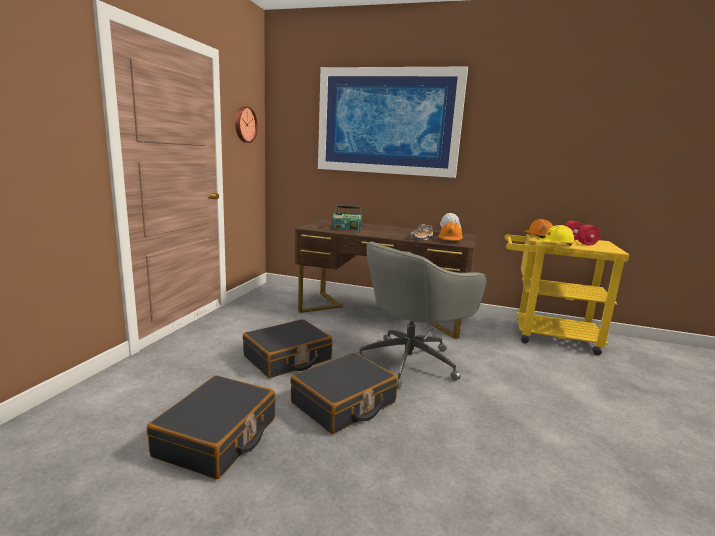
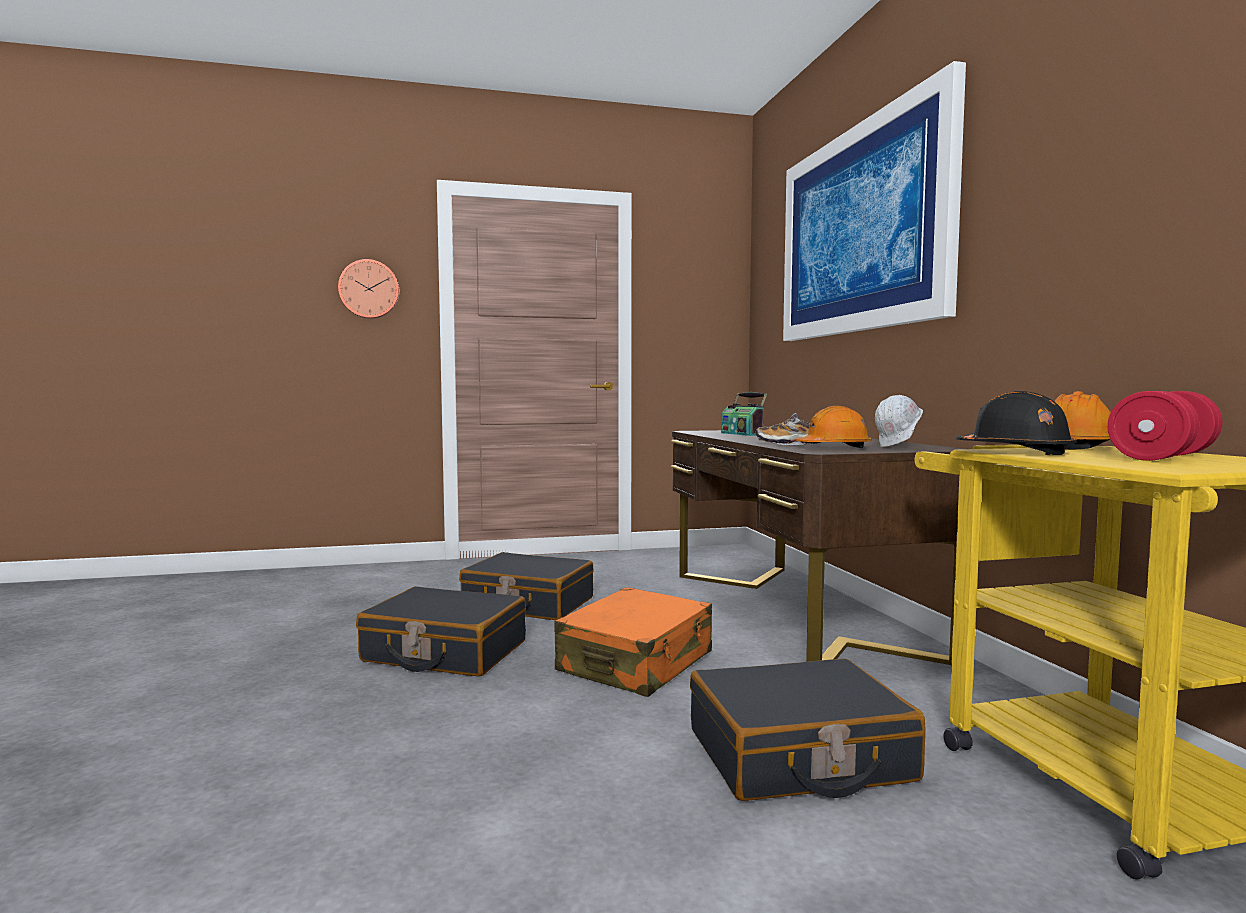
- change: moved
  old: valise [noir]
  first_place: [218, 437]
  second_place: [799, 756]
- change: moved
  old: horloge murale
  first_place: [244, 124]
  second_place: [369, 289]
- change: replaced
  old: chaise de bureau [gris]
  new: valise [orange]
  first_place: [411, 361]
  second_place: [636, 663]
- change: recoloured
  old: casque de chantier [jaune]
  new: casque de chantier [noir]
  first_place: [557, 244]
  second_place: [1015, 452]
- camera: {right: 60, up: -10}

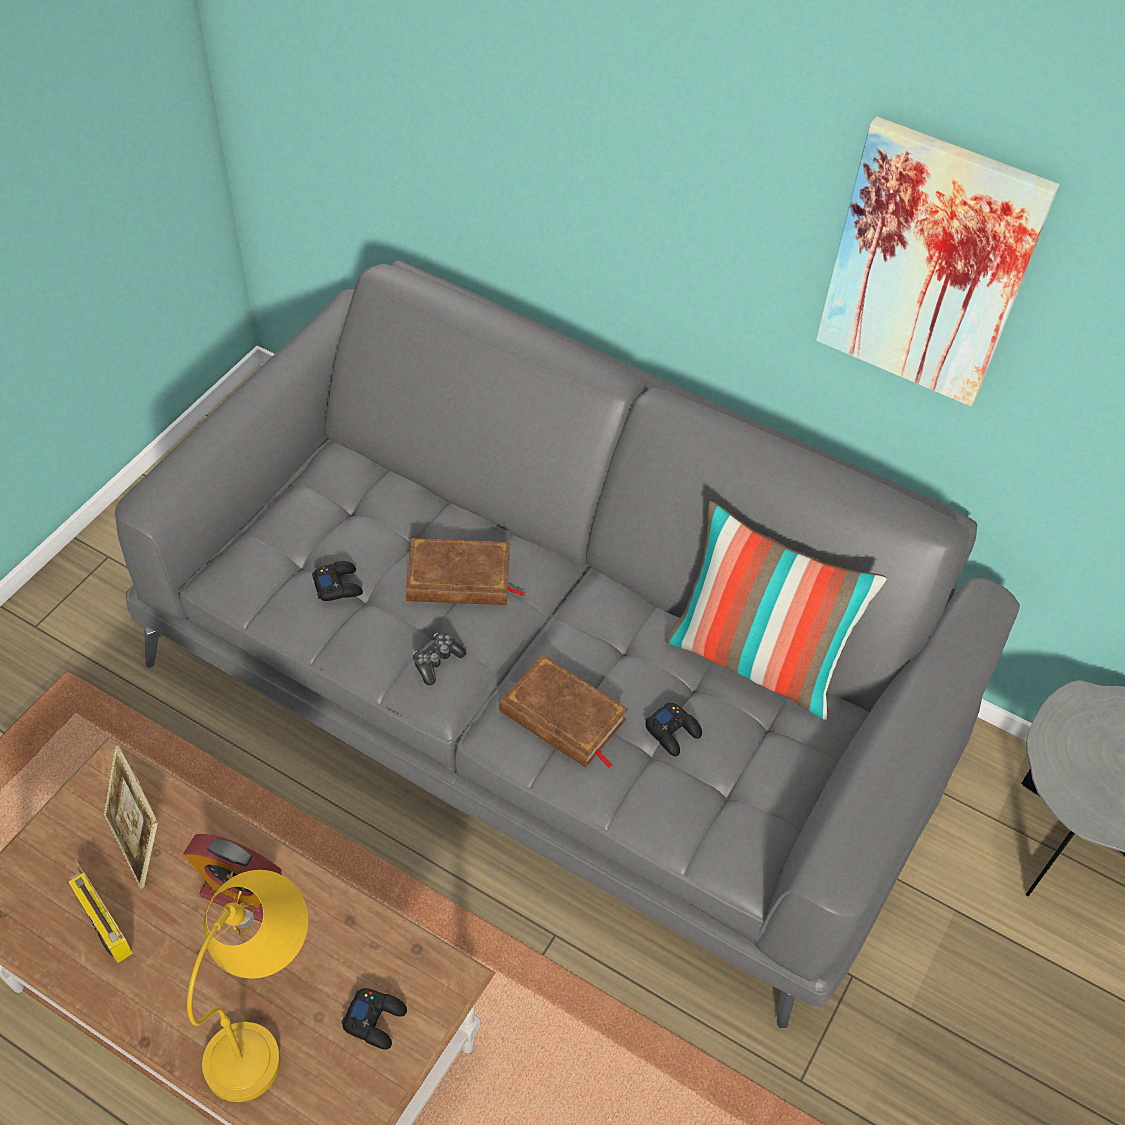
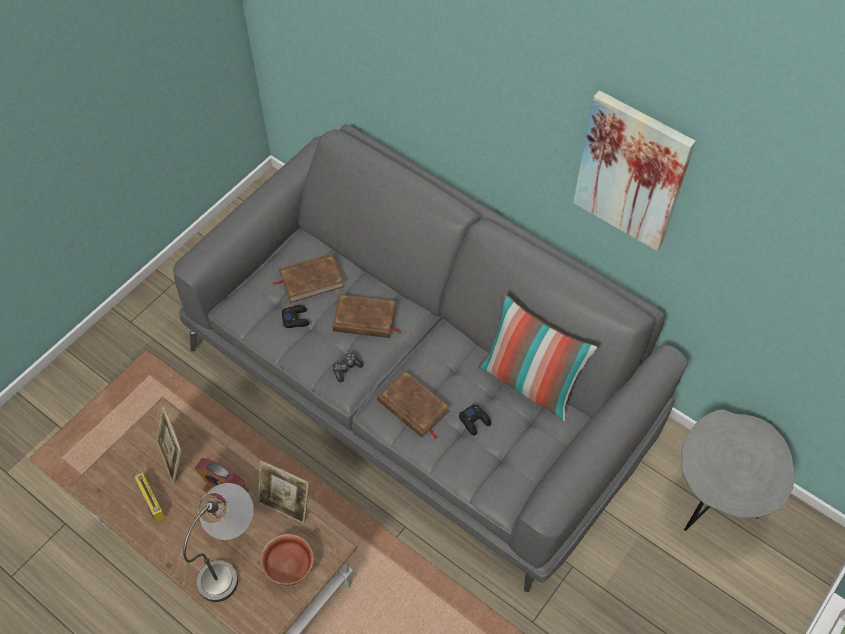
- change: recoloured
  old: lampe de table [jaune]
  new: lampe de table [gris]
  first_place: [262, 1013]
  second_place: [231, 557]
- change: replaced
  old: manette [noir]
  new: bol
  first_place: [375, 1020]
  second_place: [290, 566]
- change: added
  new: cadre photo
  second_place: [286, 504]
- change: added
  new: livre [marron]
  second_place: [311, 280]
- camera: {right: 10, up: 5}

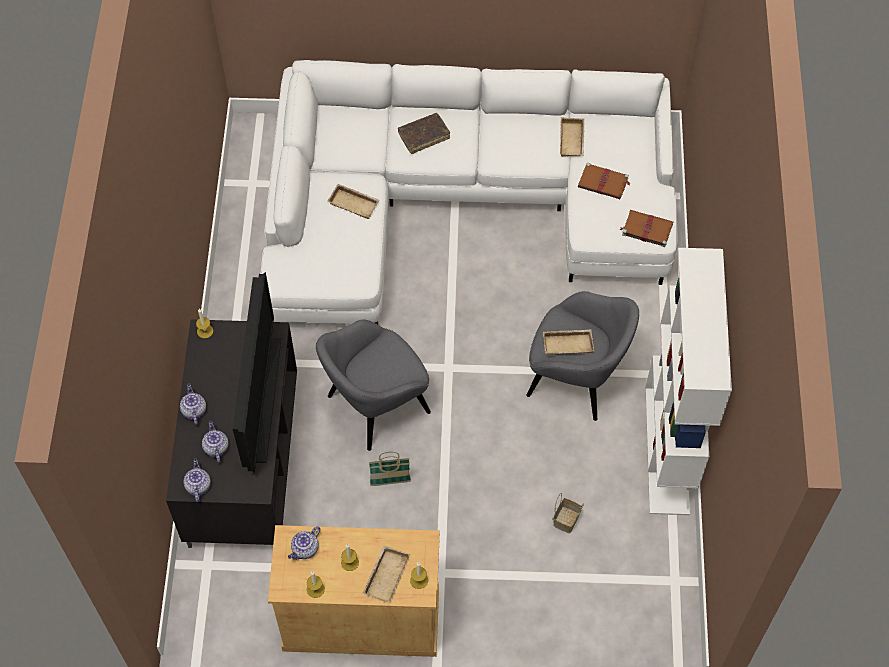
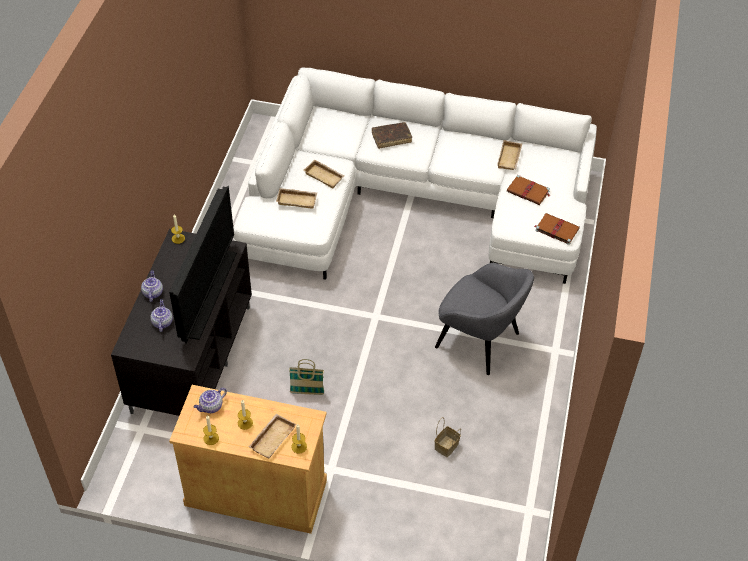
- change: removed
  old: théière
  first_place: [198, 485]
- change: removed
  old: fauteuil [gris]
  first_place: [376, 405]
- change: moved
  old: plateau [beige]
  first_place: [568, 343]
  second_place: [297, 200]
- change: removed
  old: bibliothèque [blanc]
  first_place: [667, 450]
- camera: {right: 10, up: -10}

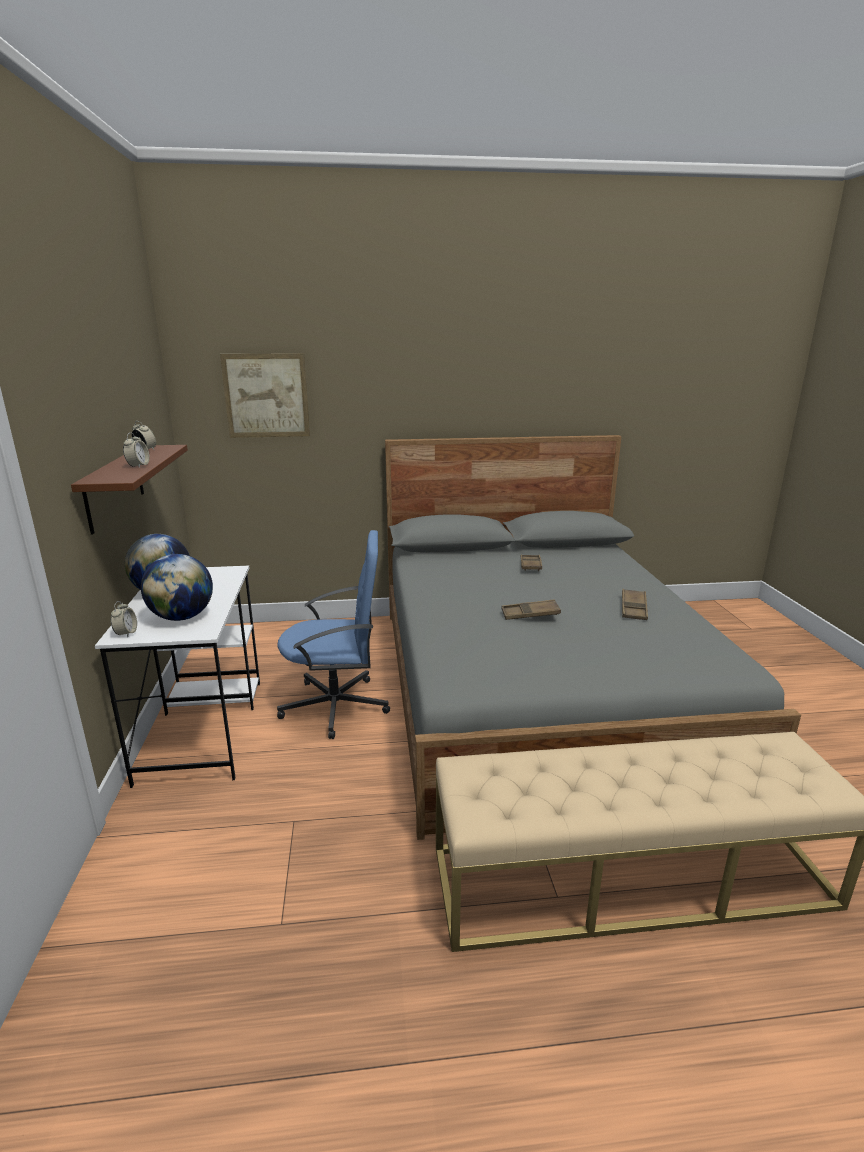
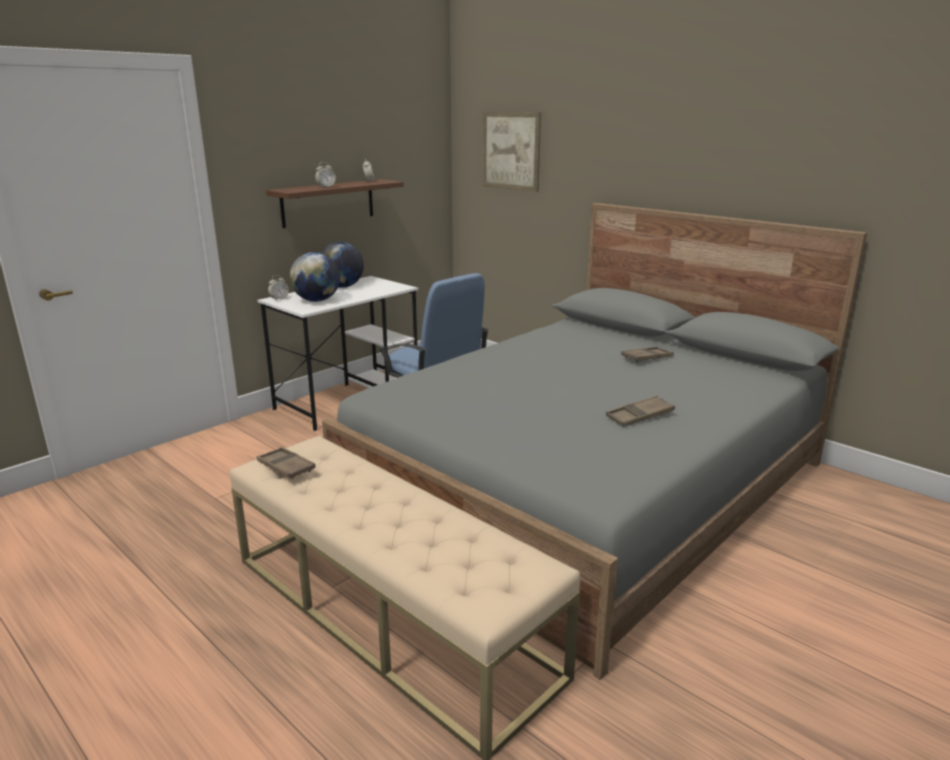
- change: moved
  old: plateau [marron]
  first_place: [530, 614]
  second_place: [286, 467]
- camera: {right: 50, up: 0}

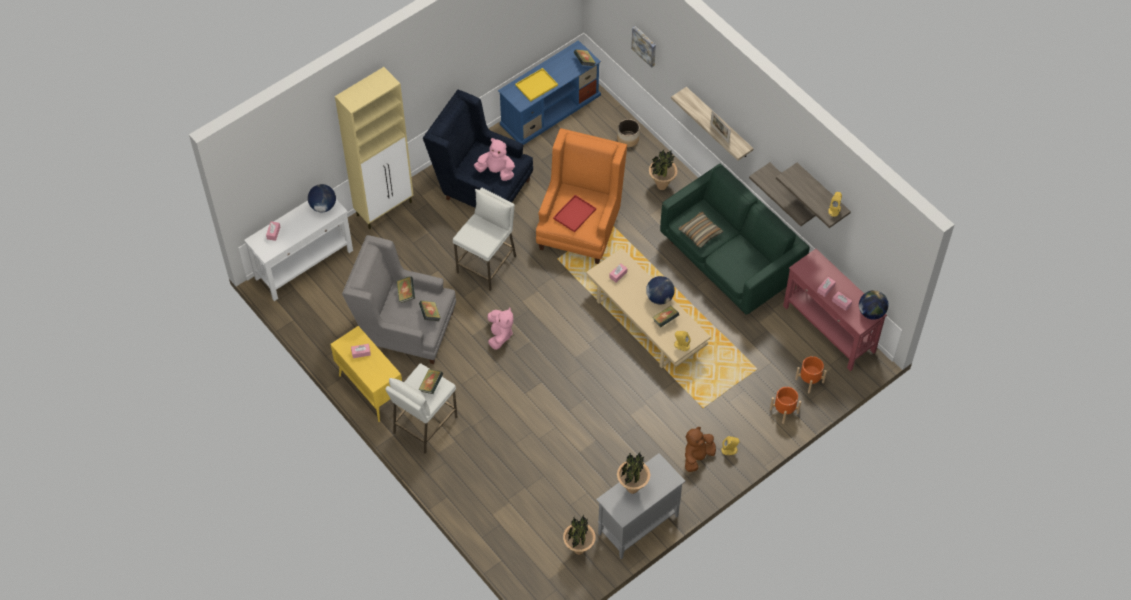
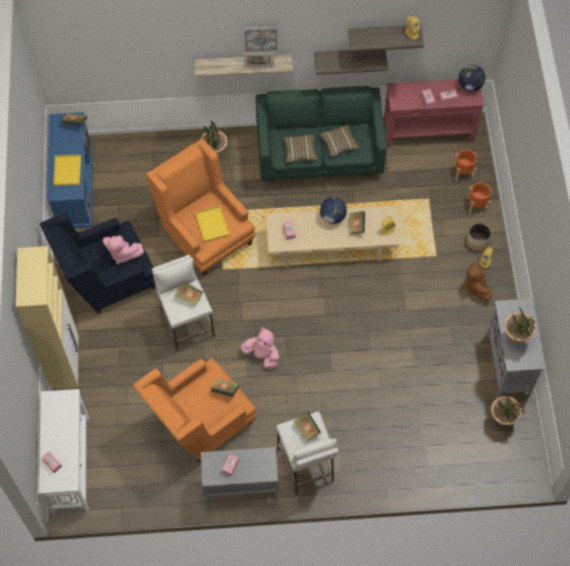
- change: removed
  old: globe
  first_place: [323, 206]
- change: recoloured
  old: meuble de rangement [jaune]
  new: meuble de rangement [gris]
  first_place: [370, 390]
  second_place: [240, 487]
- change: recoloured
  old: fauteuil [gris]
  new: fauteuil [orange]
  first_place: [404, 328]
  second_place: [199, 424]
- change: moved
  old: livre
  first_place: [406, 293]
  second_place: [189, 297]
- change: turned
  old: peluche [rose]
  first_place: [496, 171]
  second_place: [122, 254]
  degrees: -120
- change: recoloured
  old: plateau [rouge]
  new: plateau [jaune]
  first_place: [574, 214]
  second_place: [213, 224]
- change: moved
  old: cache-pot
  first_place: [628, 139]
  second_place: [477, 242]
- change: moved
  old: tableau
  first_place: [645, 45]
  second_place: [260, 37]
- change: added
  new: coussin
  second_place: [339, 143]
- camera: {right: -55, up: 5}

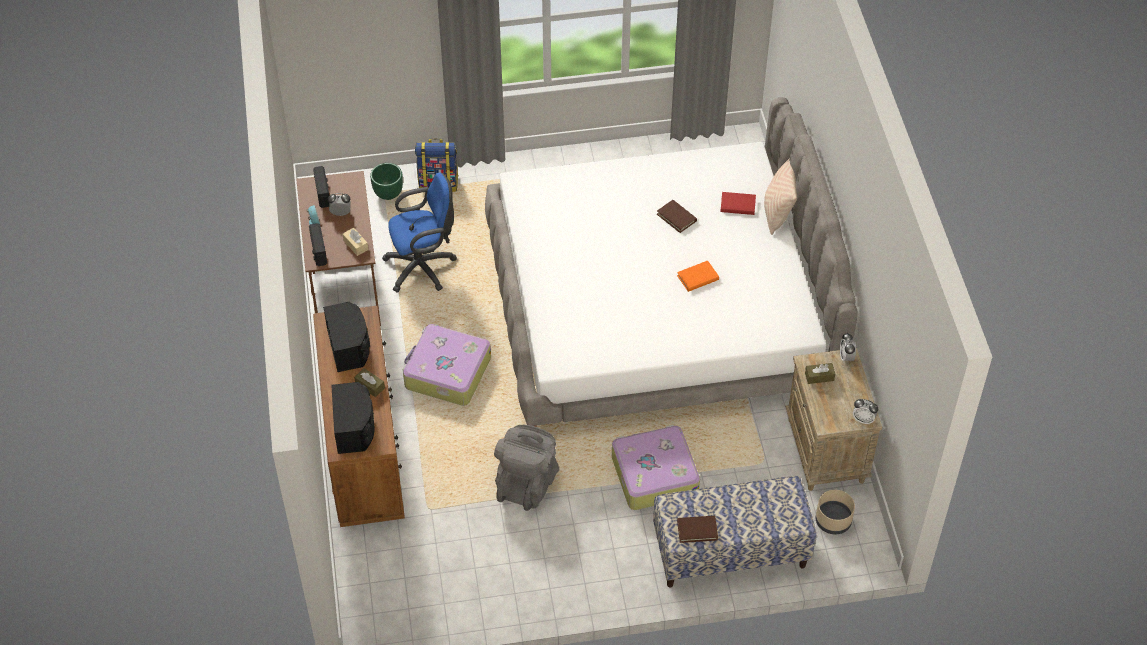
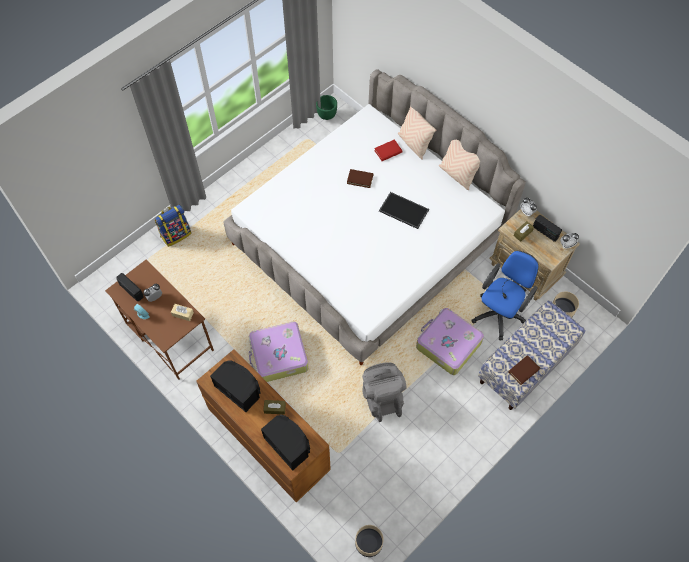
- change: moved
  old: radio
  first_place: [318, 251]
  second_place: [545, 232]
- change: moved
  old: cache-pot [vert]
  first_place: [388, 194]
  second_place: [327, 116]
- change: moved
  old: chaise de bureau [bleu]
  first_place: [423, 267]
  second_place: [500, 312]
- change: replaced
  old: livre [orange]
  new: plateau
  first_place: [698, 278]
  second_place: [403, 211]
- change: added
  new: cache-pot [beige]
  second_place: [369, 543]
- change: added
  new: coussin [beige]
  second_place: [457, 175]
- camera: {right: -35, up: 10}

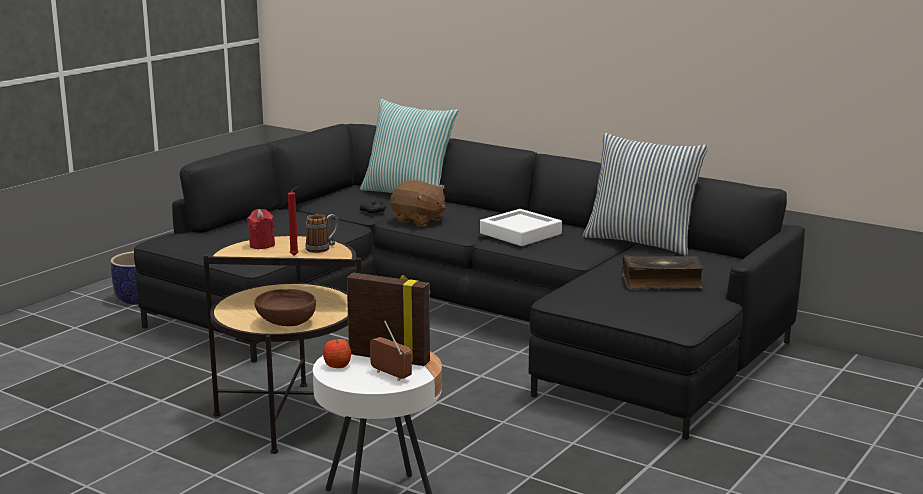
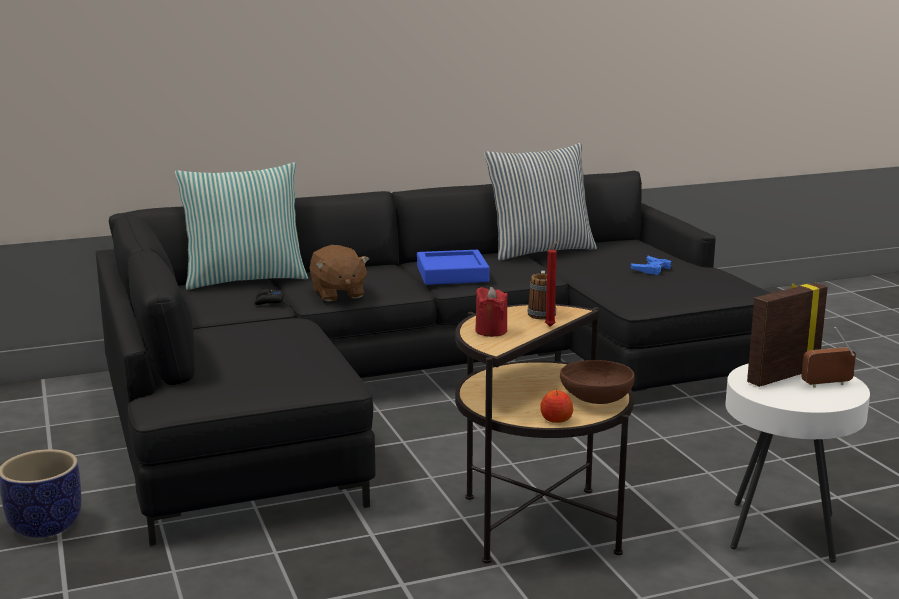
- change: moved
  old: pomme
  first_place: [337, 365]
  second_place: [556, 419]
- change: turned
  old: peluche [marron]
  first_place: [418, 220]
  second_place: [337, 294]
  degrees: 90
- change: recoloured
  old: plateau [blanc]
  new: plateau [bleu]
  first_place: [520, 234]
  second_place: [452, 274]
- change: replaced
  old: livre
  new: manette [bleu]
  first_place: [662, 282]
  second_place: [652, 269]
- camera: {right: -55, up: 0}

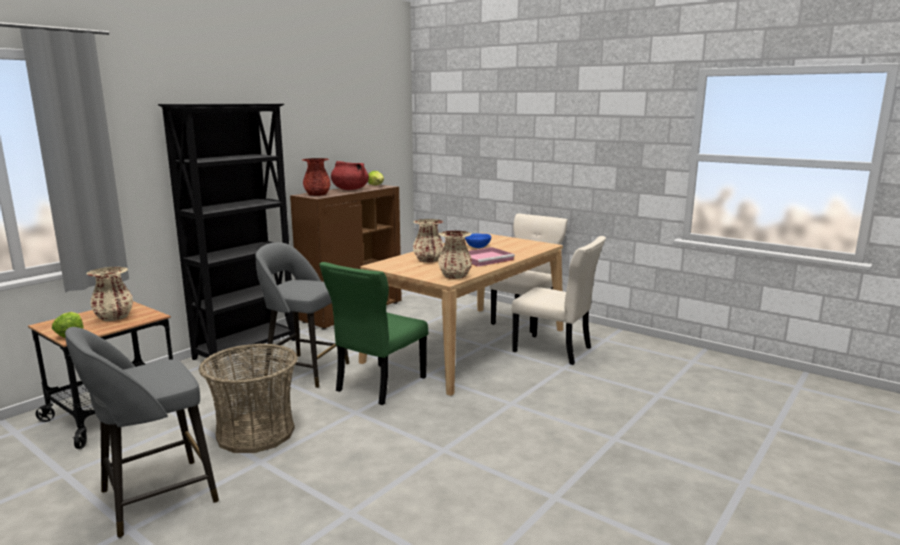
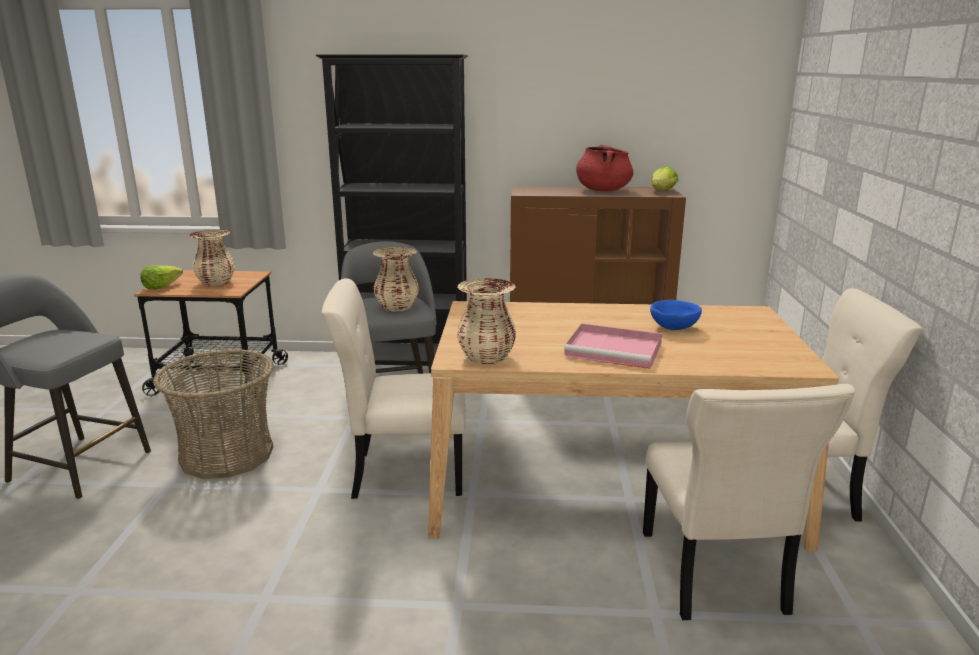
- change: removed
  old: vase [rouge]
  first_place: [317, 194]
- change: recoloured
  old: chaise [vert]
  new: chaise [beige]
  first_place: [378, 385]
  second_place: [403, 473]
- change: moved
  old: vase [beige]
  first_place: [428, 260]
  second_place: [397, 307]
- camera: {right: 55, up: 5}

